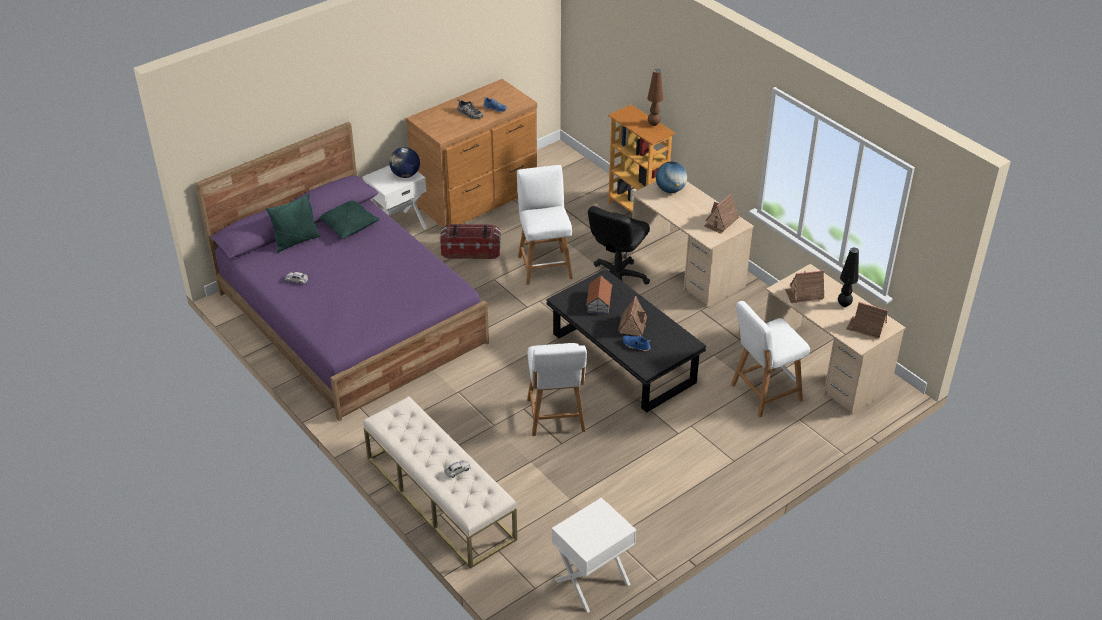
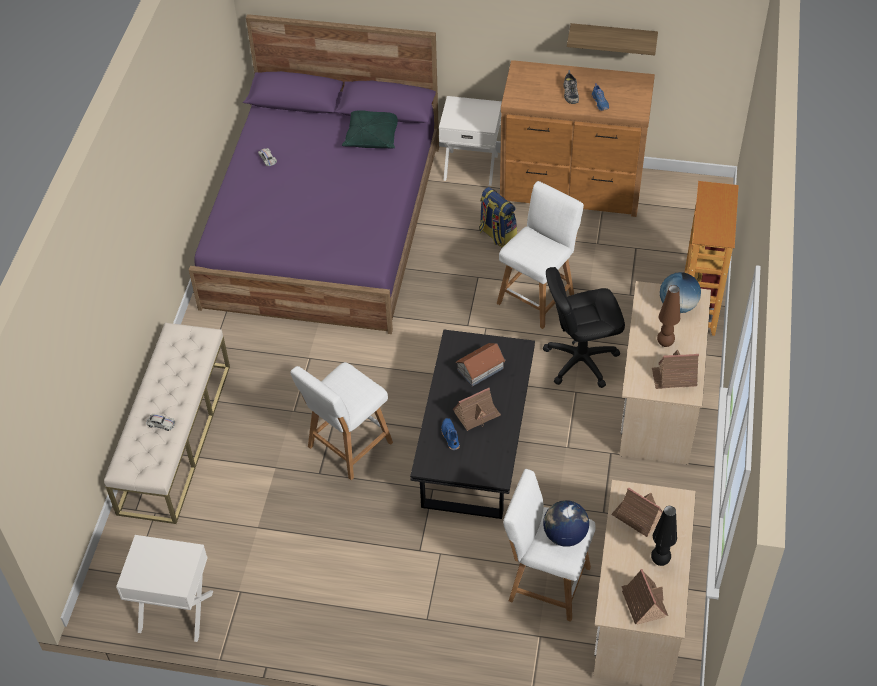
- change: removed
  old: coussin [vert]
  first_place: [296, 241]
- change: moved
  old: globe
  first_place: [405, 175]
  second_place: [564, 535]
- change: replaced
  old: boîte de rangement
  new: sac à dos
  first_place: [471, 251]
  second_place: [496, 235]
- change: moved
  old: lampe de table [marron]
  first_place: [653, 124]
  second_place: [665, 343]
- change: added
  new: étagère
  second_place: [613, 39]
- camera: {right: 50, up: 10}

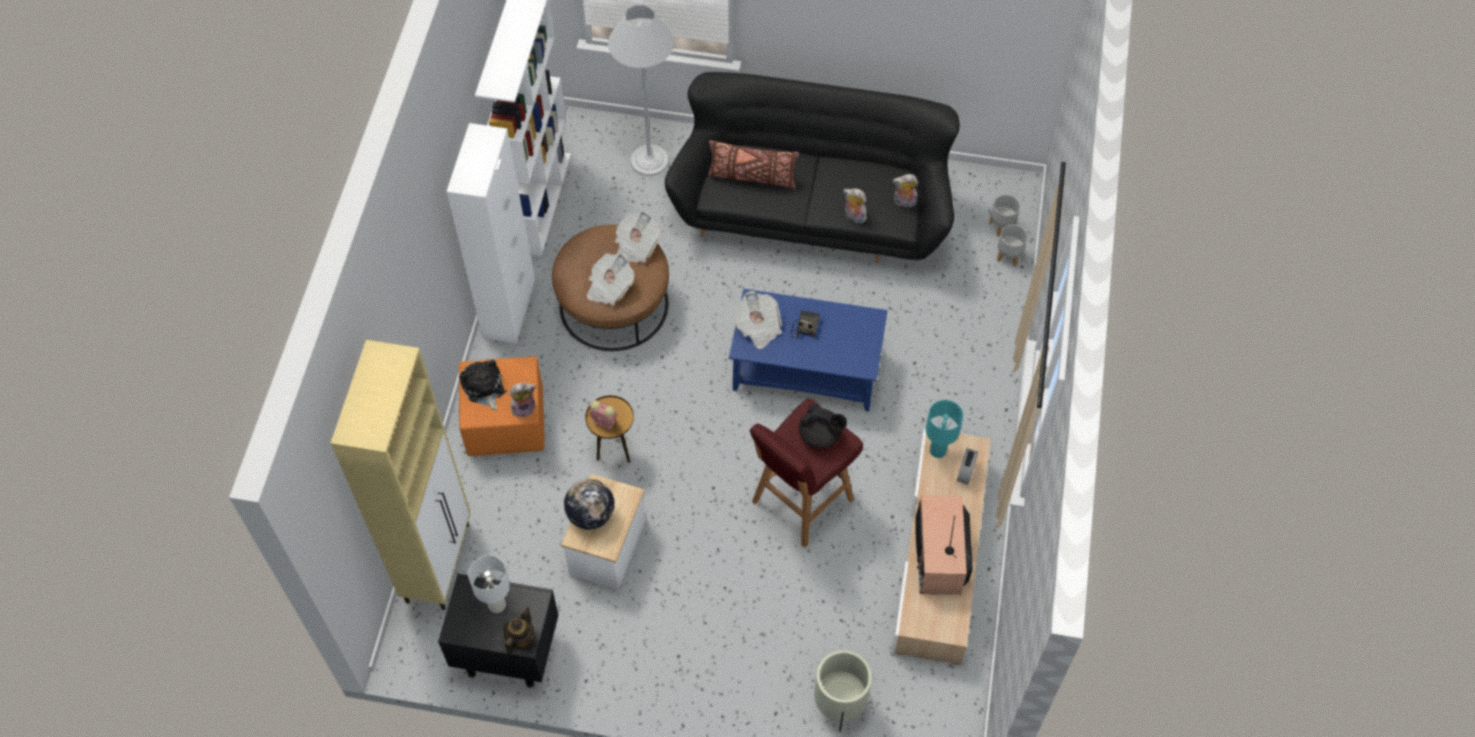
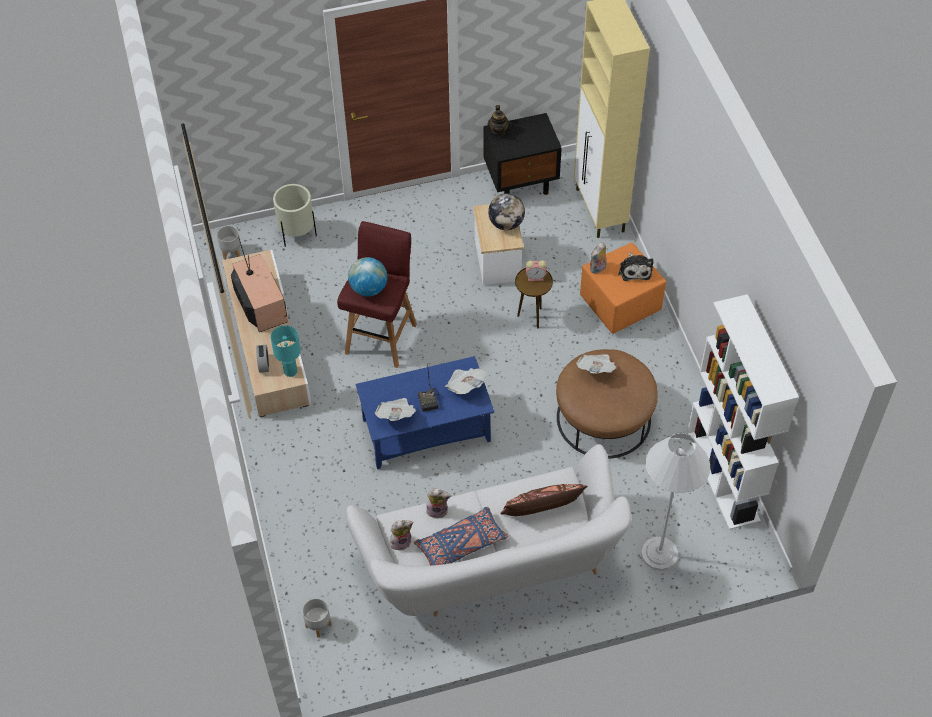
- change: removed
  old: meuble de rangement [blanc]
  first_place: [509, 308]
- change: turned
  old: peluche
  first_place: [483, 388]
  second_place: [635, 269]
  degrees: 45
- change: removed
  old: lampe de table [blanc]
  first_place: [497, 604]
- change: moved
  old: journal
  first_place: [636, 246]
  second_place: [396, 415]
- change: recoloured
  old: canapé [noir]
  new: canapé [blanc]
  first_place: [812, 212]
  second_place: [491, 566]
- change: replaced
  old: théière [noir]
  new: globe
  first_place: [820, 435]
  second_place: [368, 289]
- change: moved
  old: cache-pot [gris]
  first_place: [1008, 256]
  second_place: [231, 252]
- change: added
  new: coussin [bleu]
  second_place: [461, 544]
- camera: {right: 155, up: -5}

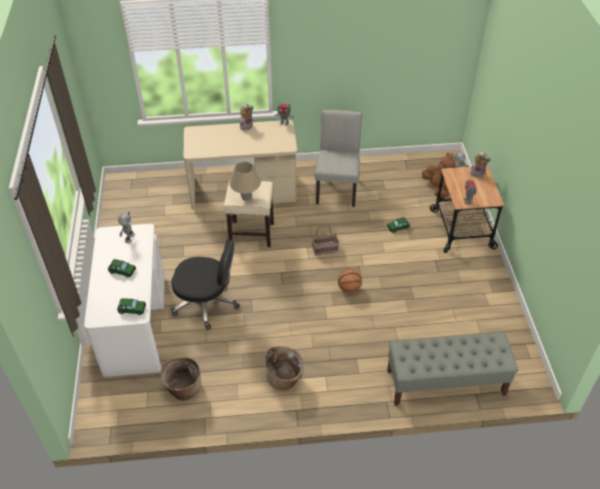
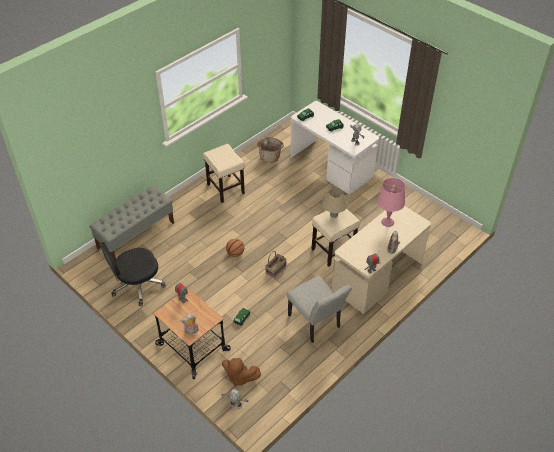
- change: moved
  old: chaise de bureau [noir]
  first_place: [207, 303]
  second_place: [137, 285]
- change: replaced
  old: panier
  new: tabouret [beige]
  first_place: [285, 379]
  second_place: [225, 188]
- change: added
  new: lampe de table [rose]
  second_place: [387, 222]
- camera: {right: 140, up: 0}

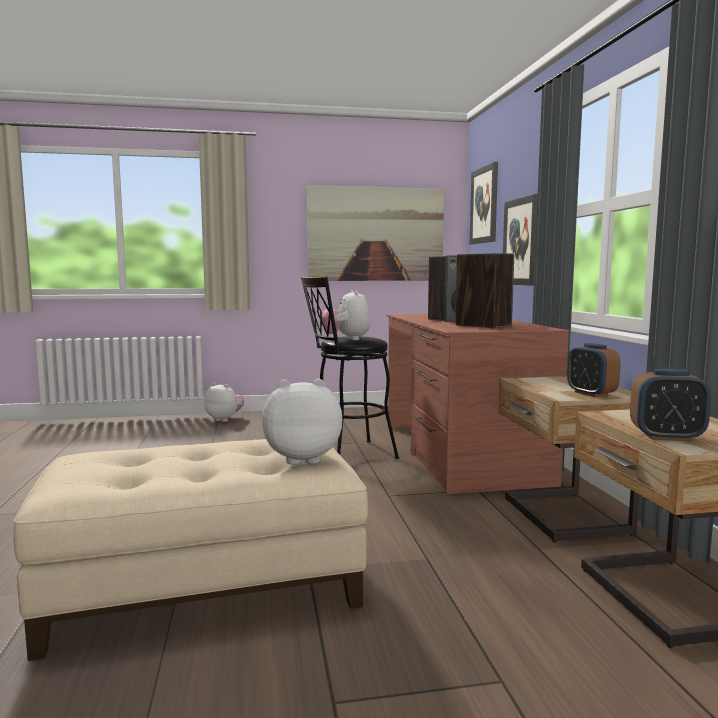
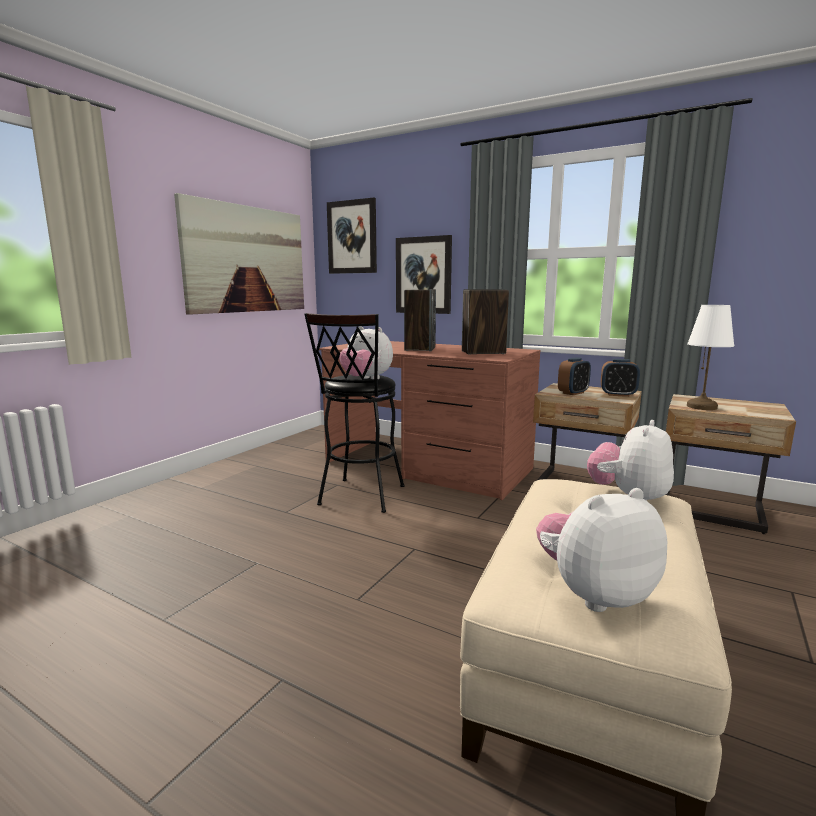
- change: moved
  old: peluche
  first_place: [225, 419]
  second_place: [594, 594]
- change: moved
  old: réveil
  first_place: [666, 437]
  second_place: [573, 393]
- change: added
  new: lampe de table [blanc]
  second_place: [702, 407]
- camera: {right: -50, up: 5}

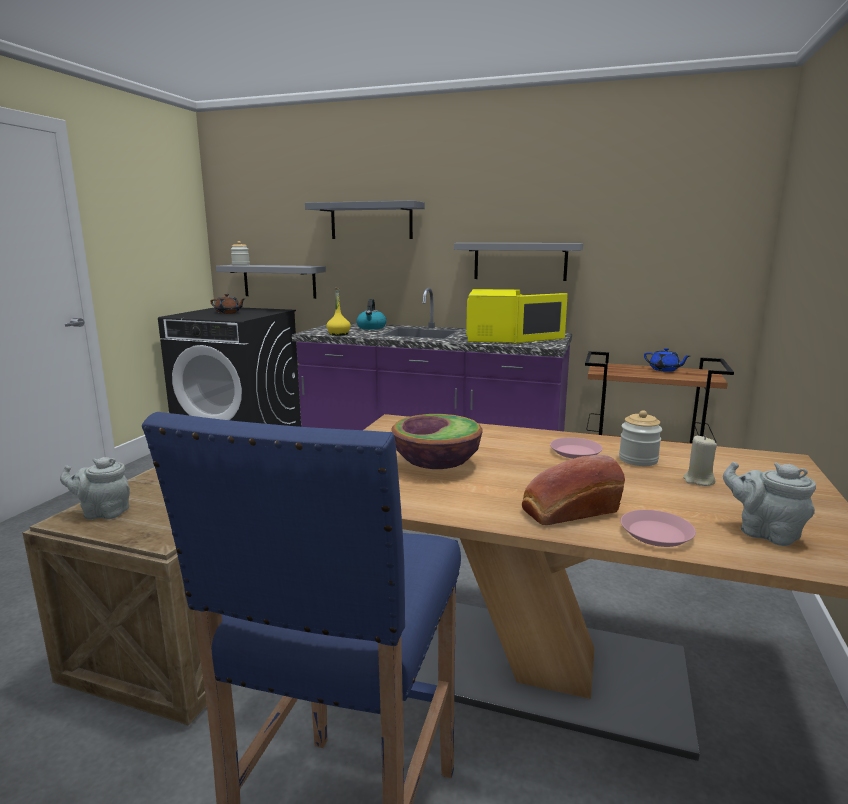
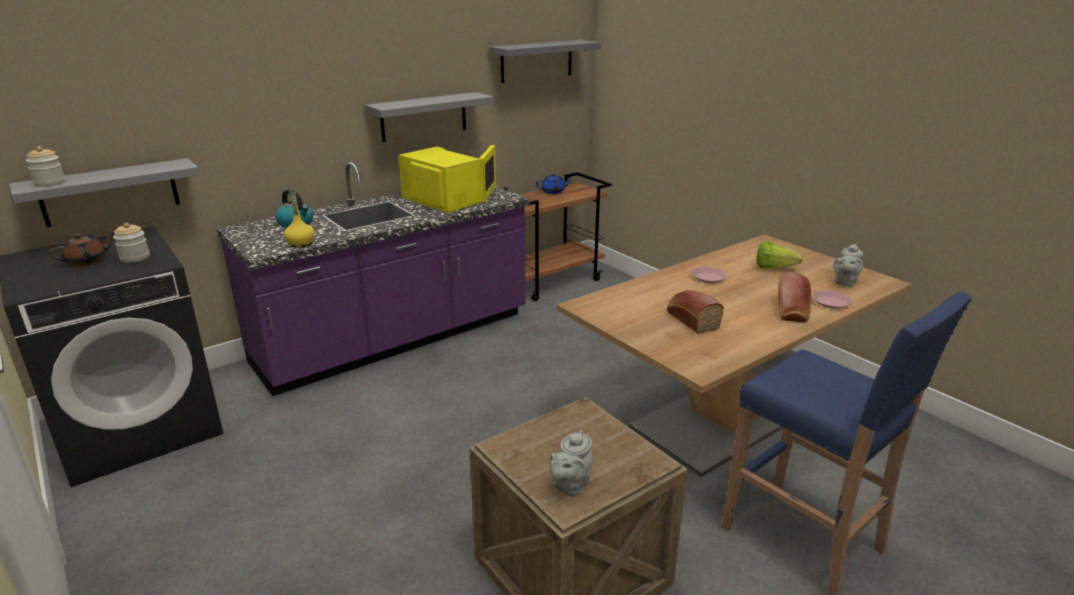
- change: moved
  old: étagère [gris]
  first_place: [371, 221]
  second_place: [536, 61]
- change: replaced
  old: bol
  new: pain
  first_place: [436, 464]
  second_place: [691, 320]
- change: moved
  old: bocal
  first_place: [638, 460]
  second_place: [135, 258]
- change: replaced
  old: bougie [beige]
  new: laitue
  first_place: [698, 481]
  second_place: [777, 269]
- change: turned
  old: théière [gris]
  first_place: [764, 533]
  second_place: [844, 282]
  degrees: -45
- camera: {right: -55, up: 10}

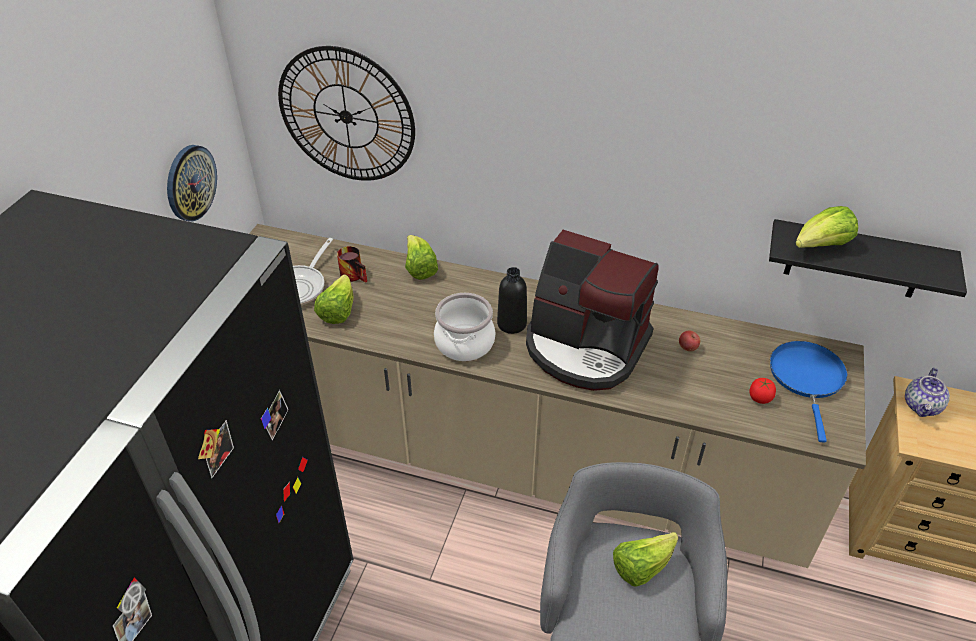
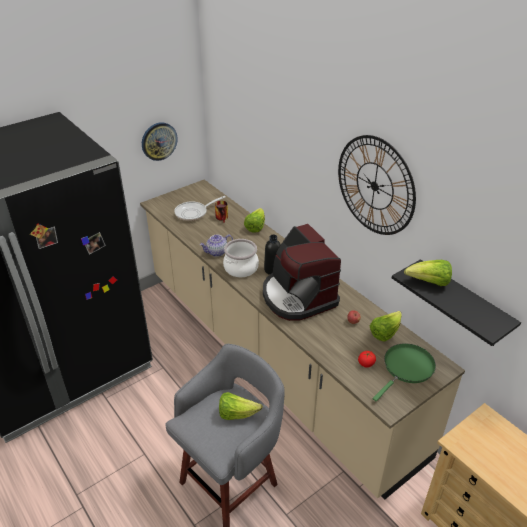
- change: moved
  old: horloge murale
  first_place: [346, 116]
  second_place: [375, 186]
- change: moved
  old: laitue
  first_place: [338, 311]
  second_place: [385, 333]
- change: recoloured
  old: poêle [bleu]
  new: poêle [vert]
  first_place: [807, 378]
  second_place: [406, 368]
- change: moved
  old: théière
  first_place: [922, 406]
  second_place: [217, 252]
- camera: {right: 35, up: -5}

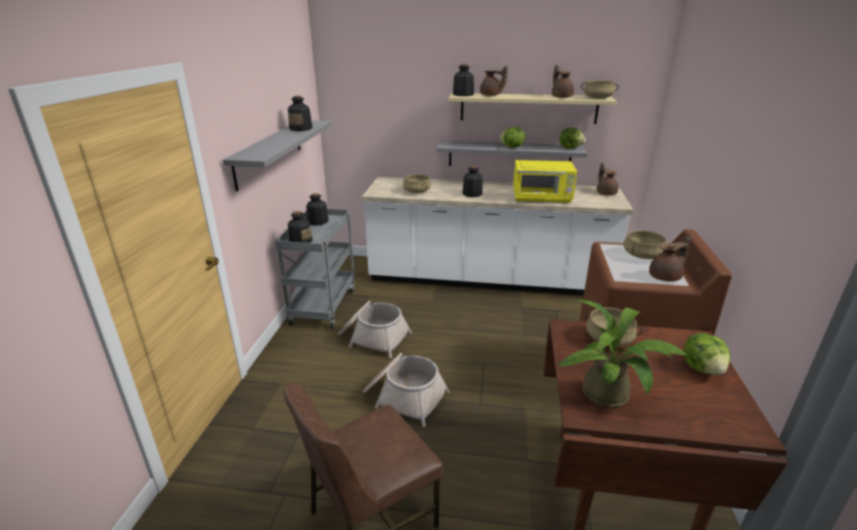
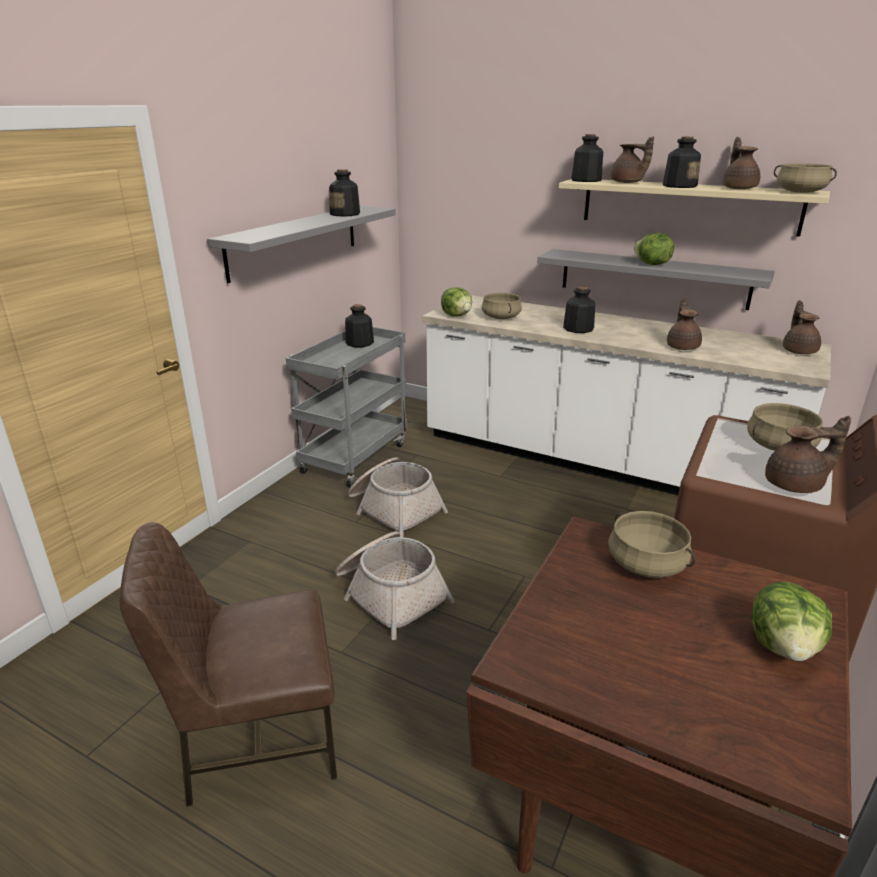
- change: moved
  old: bouteille
  first_place: [300, 241]
  second_place: [679, 186]
- change: replaced
  old: micro-ondes [jaune]
  new: théière [marron]
  first_place: [542, 198]
  second_place: [682, 346]
- change: removed
  old: plante en pot
  first_place: [610, 397]
- change: moved
  old: laitue
  first_place: [570, 148]
  second_place: [457, 315]
- camera: {right: 20, up: 0}

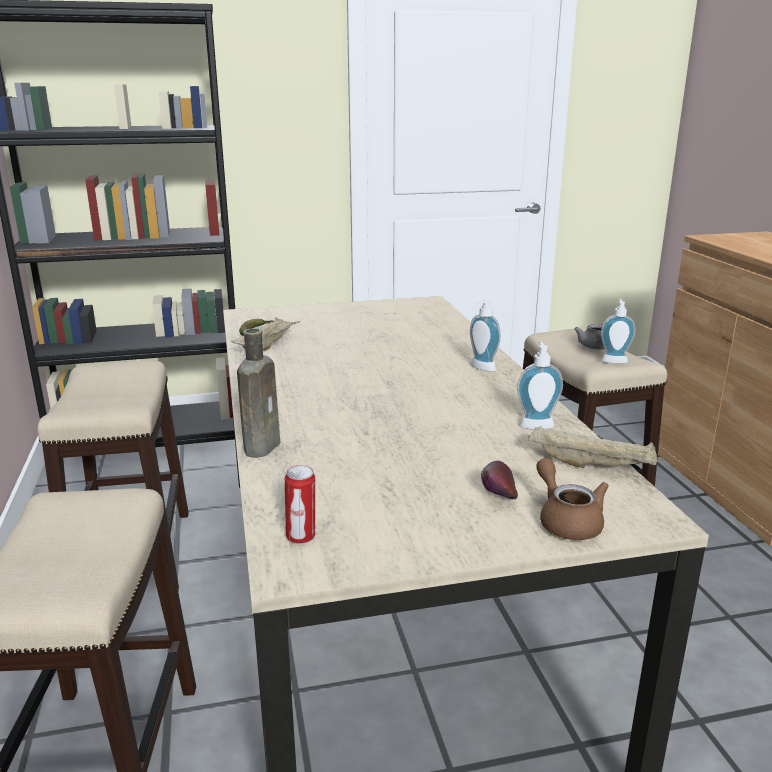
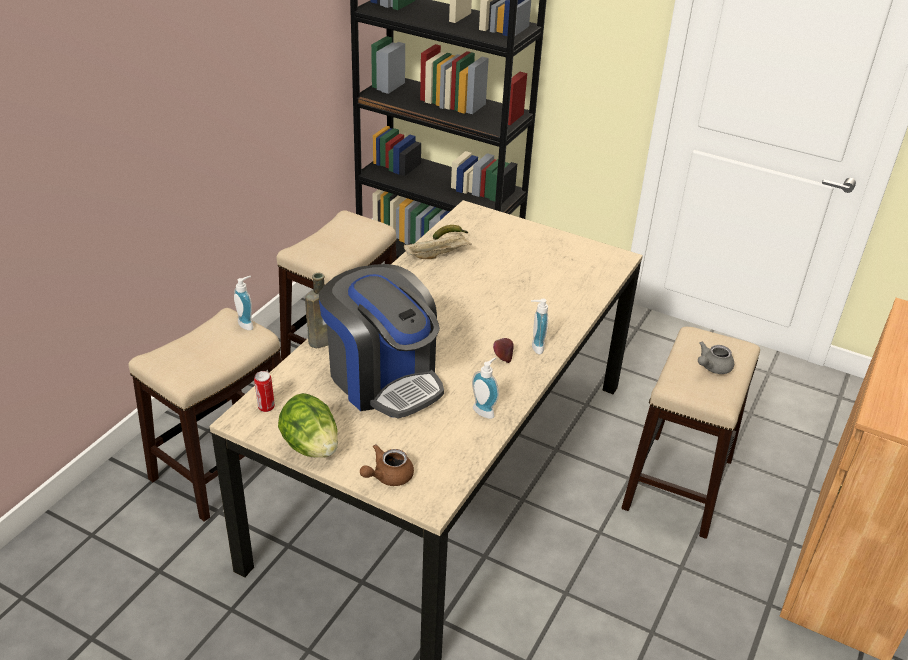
- change: moved
  old: pomme
  first_place: [498, 497]
  second_place: [502, 358]
- change: removed
  old: plateau [beige]
  first_place: [592, 465]
- change: turned
  old: théière [marron]
  first_place: [566, 521]
  second_place: [388, 476]
  degrees: -150
- change: moved
  old: distributeur de savon
  first_place: [614, 360]
  second_place: [248, 323]
- change: added
  new: laitue
  second_place: [311, 446]
- change: added
  new: machine à café
  second_place: [383, 378]
- camera: {right: 40, up: 15}

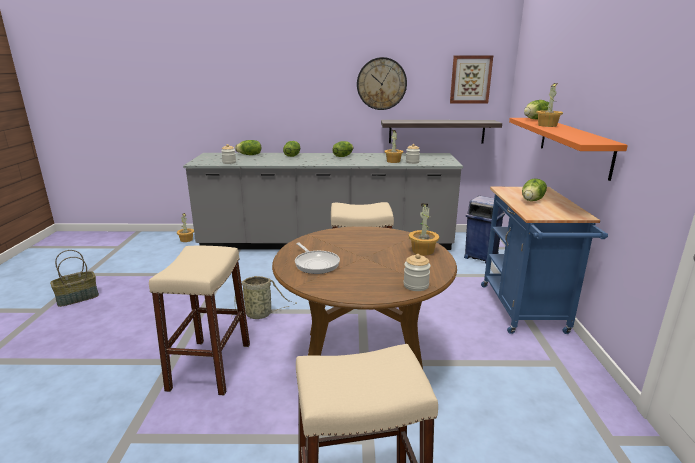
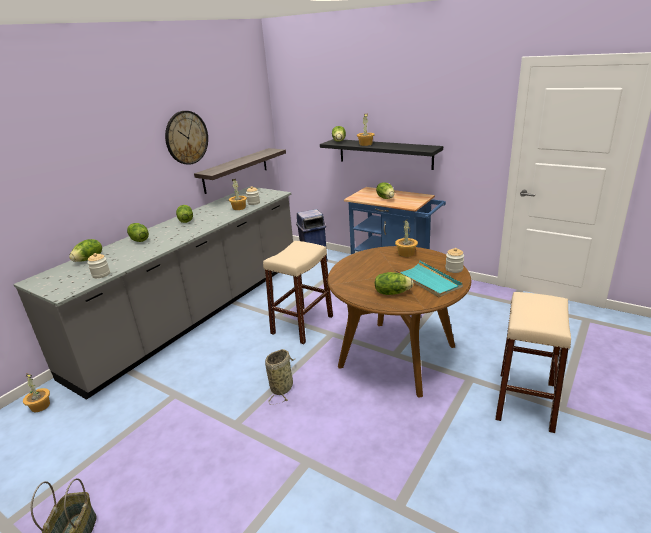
- change: removed
  old: tabouret [beige]
  first_place: [210, 366]
- change: replaced
  old: poêle
  new: laitue
  first_place: [316, 264]
  second_place: [392, 292]
- change: removed
  old: tableau
  first_place: [470, 79]
- change: recoloured
  old: étagère [orange]
  new: étagère [noir]
  first_place: [574, 145]
  second_place: [384, 153]
- change: added
  new: plateau [turquoise]
  second_place: [428, 281]
- camera: {right: -55, up: 5}

